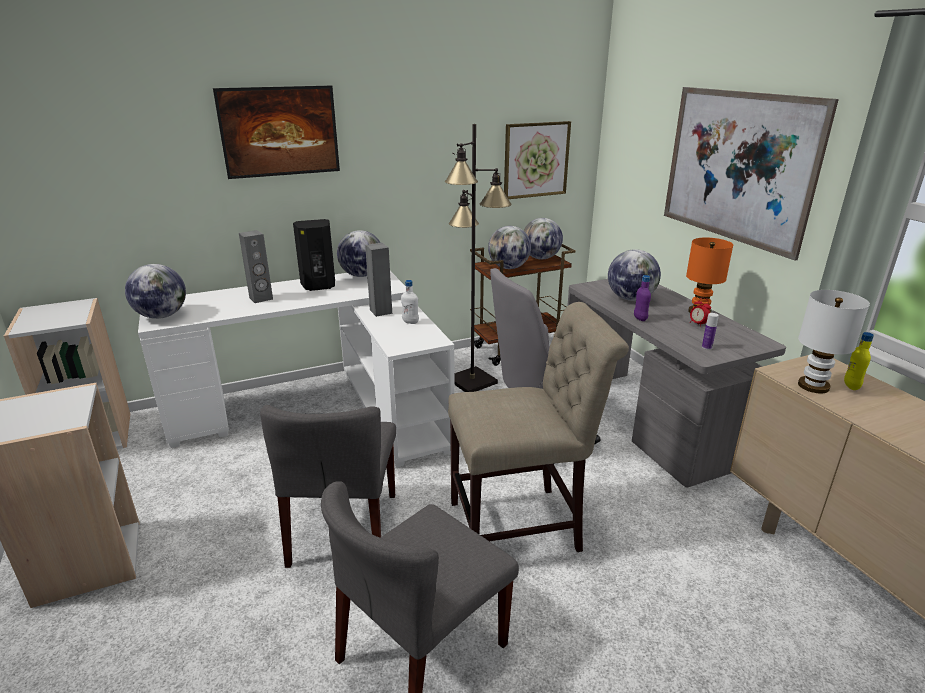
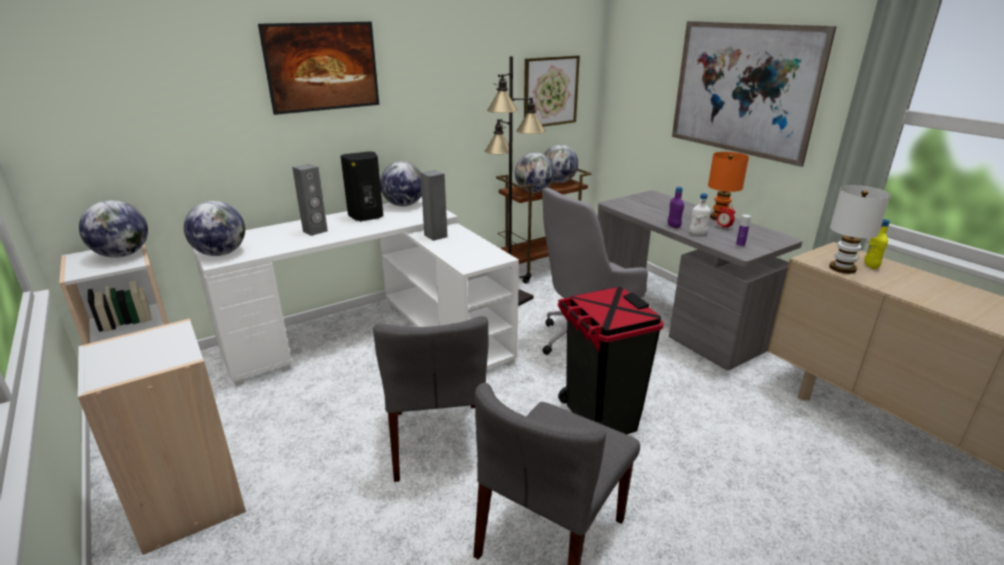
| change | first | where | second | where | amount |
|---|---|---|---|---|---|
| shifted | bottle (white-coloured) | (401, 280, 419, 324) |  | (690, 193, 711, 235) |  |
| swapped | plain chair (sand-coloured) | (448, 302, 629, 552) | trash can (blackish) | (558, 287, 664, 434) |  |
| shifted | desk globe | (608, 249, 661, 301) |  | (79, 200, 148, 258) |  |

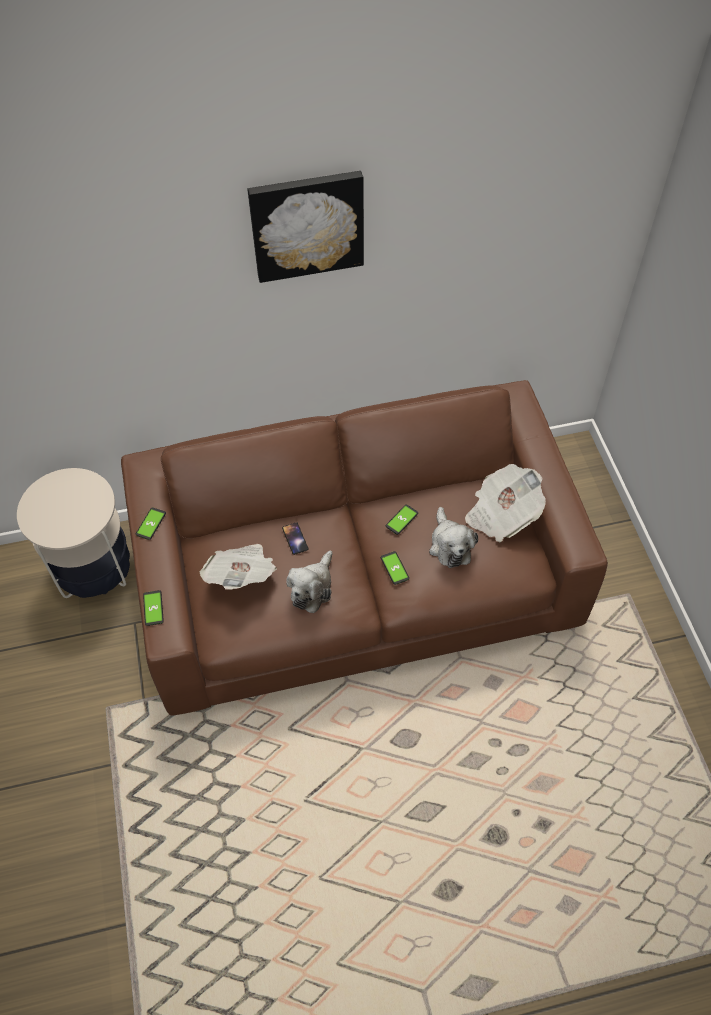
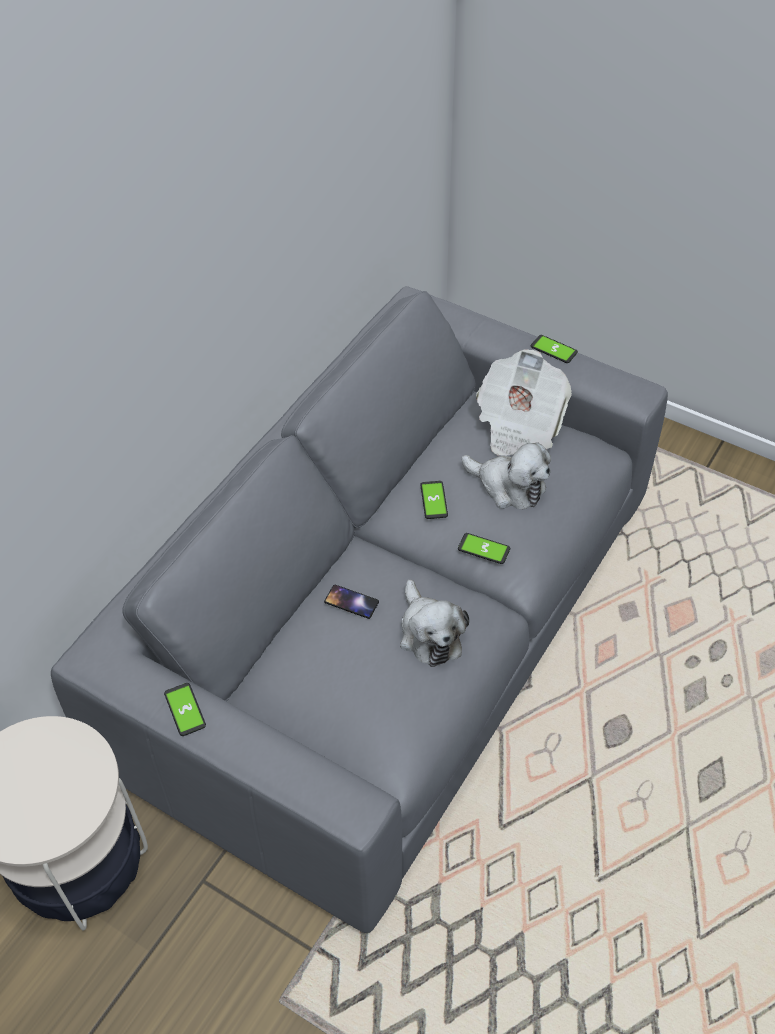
| change | first | where | second | where | amount |
|---|---|---|---|---|---|
| repainted | settee (brown) | (121, 380, 608, 715) | settee (greyish) | (51, 286, 668, 933) |  |
| shifted | phone | (143, 590, 164, 626) |  | (531, 335, 578, 363) |  |
| gone | daily paper | (200, 544, 277, 590) |  |  |  |
| gone | wall art | (247, 171, 364, 283) |  |  |  |

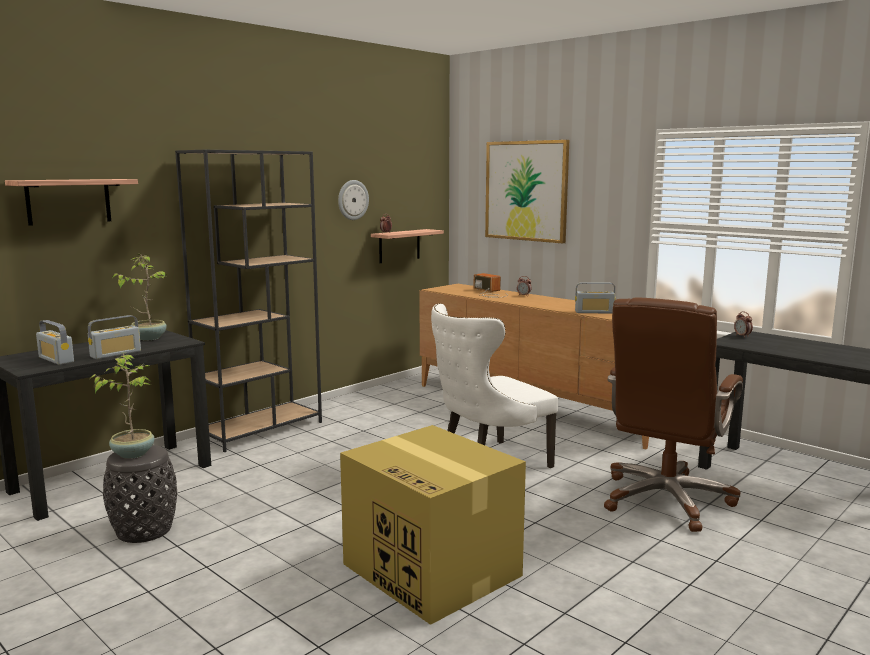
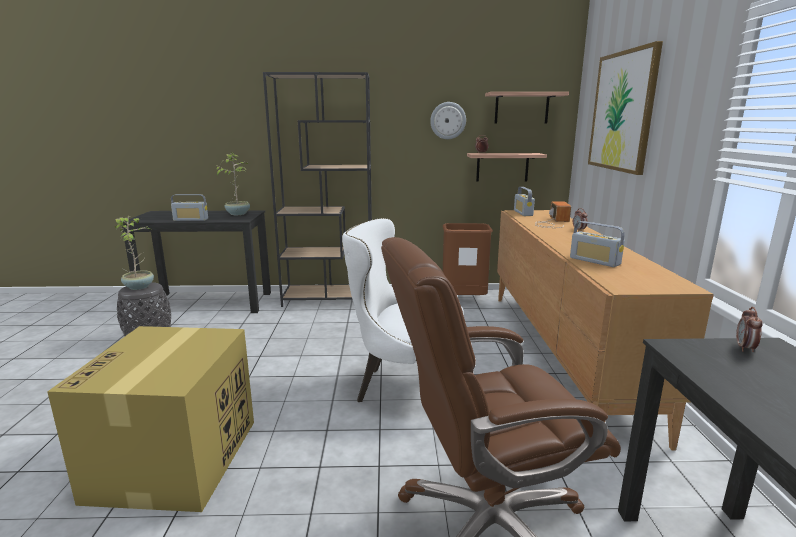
| change | first | where | second | where | amount |
|---|---|---|---|---|---|
| shifted | wall shelf | (5, 179, 138, 226) |  | (485, 92, 569, 123) |  |
| shifted | radio | (36, 320, 74, 365) |  | (514, 187, 535, 216) |  |
| new |  |  | trash can (brown) | (443, 223, 493, 295) |  |

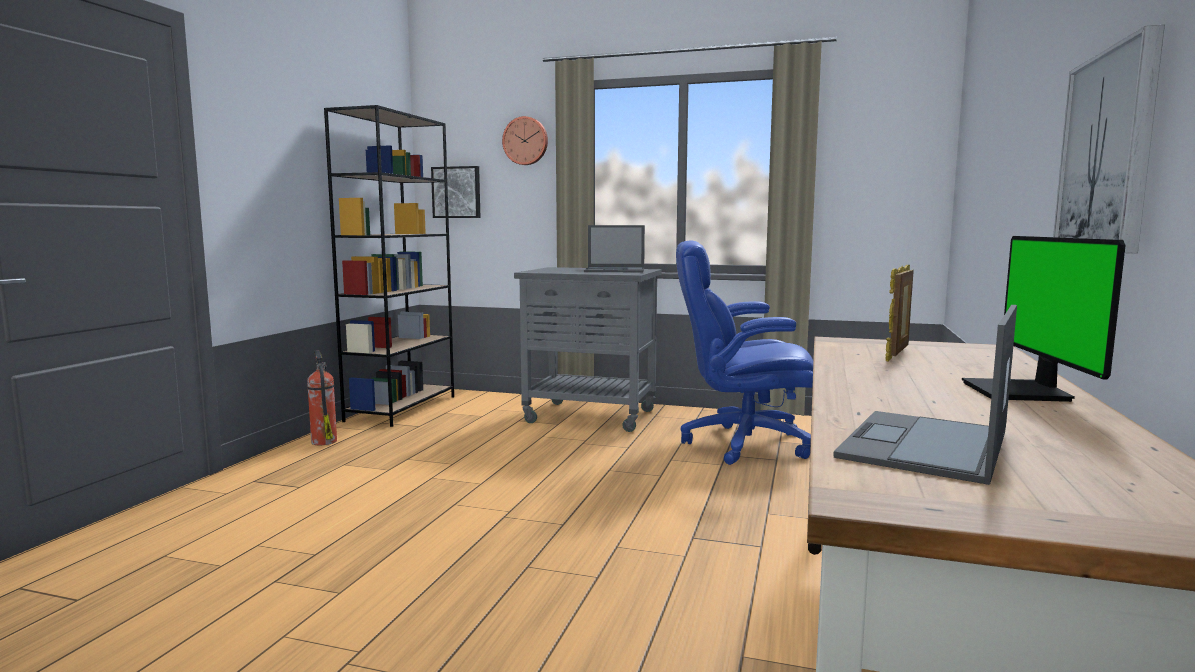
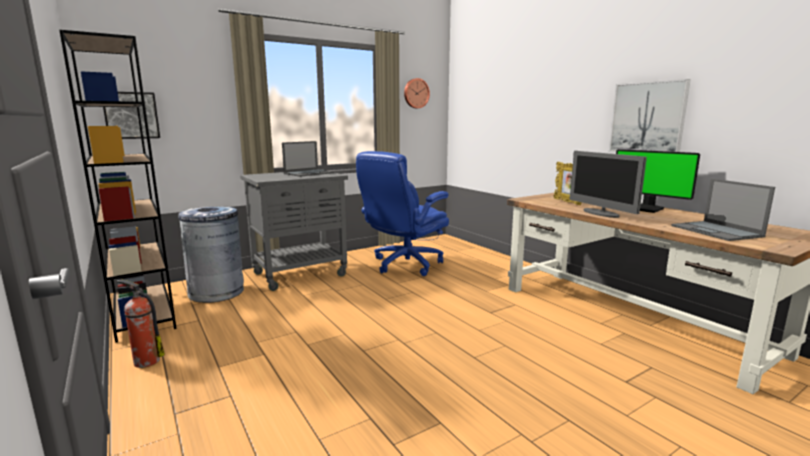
| change | first | where | second | where | amount |
|---|---|---|---|---|---|
| shifted | wall clock | (502, 116, 548, 165) |  | (404, 78, 430, 108) |  |
| new |  |  | trash can (greyish) | (178, 207, 244, 303) |  |
| new |  |  | computer display | (570, 151, 647, 218) |  |

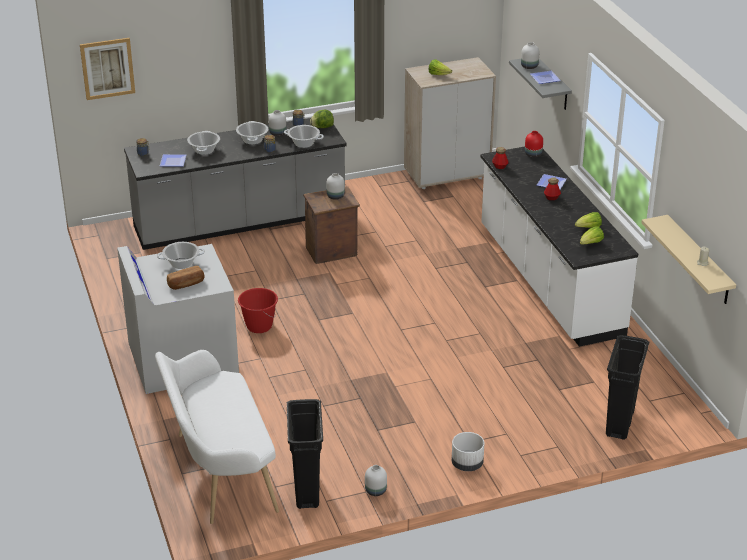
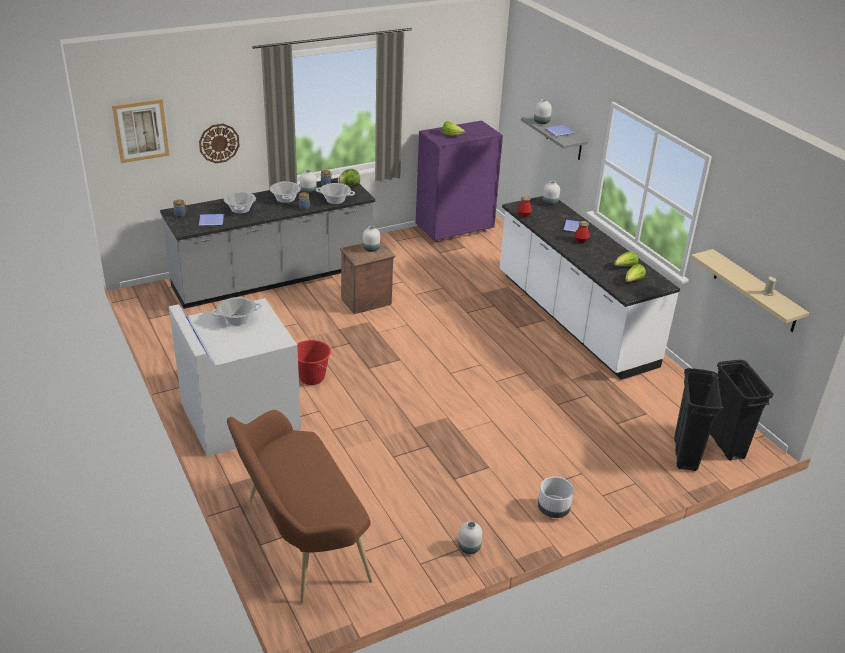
| change | first | where | second | where | amount |
|---|---|---|---|---|---|
| repainted | long seat (white-coloured) | (155, 350, 279, 524) | long seat (brown) | (227, 410, 373, 603) |  |
| gone | bread | (167, 266, 204, 290) |  |  |  |
| shifted | trash can (blackish) | (287, 399, 323, 509) |  | (710, 360, 774, 461) |  |
| repainted | cabinet (sand-coloured) | (404, 57, 496, 189) | cabinet (purplish) | (416, 120, 503, 242) |  |
| repainted | flower vase (red) | (525, 131, 543, 157) | flower vase (white-coloured) | (542, 181, 560, 206) |  |
| new |  |  | wall clock | (199, 124, 240, 163) |  |

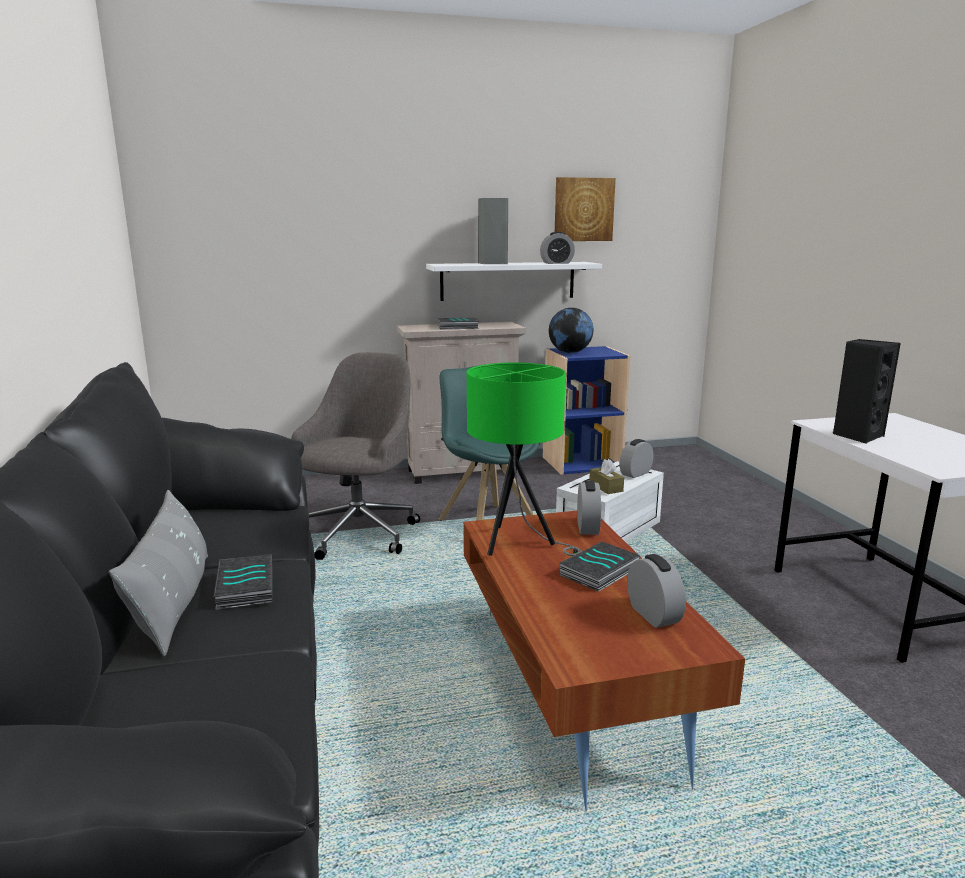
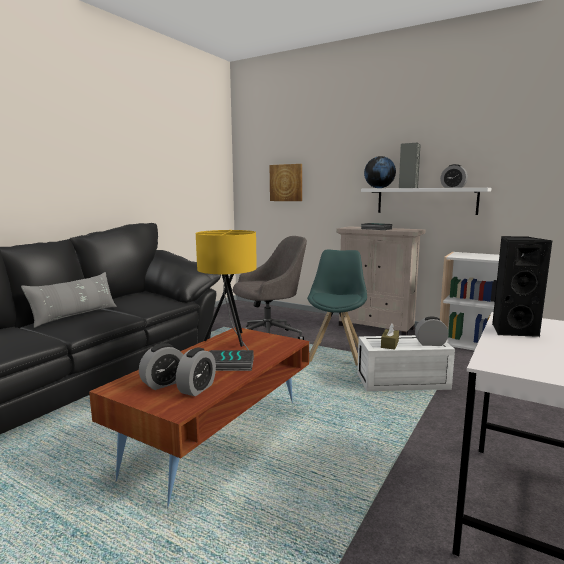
| change | first | where | second | where | amount |
|---|---|---|---|---|---|
| gone | book | (214, 554, 272, 610) |  |  |  |
| repainted | tabletop lamp (greenish) | (467, 362, 582, 556) | tabletop lamp (yellow) | (196, 230, 257, 350) |  |
| repainted | shelving unit (blue-coloured) | (543, 346, 631, 475) | shelving unit (white-coloured) | (440, 252, 499, 351) |  |
| shifted | desk globe | (549, 308, 593, 353) |  | (364, 156, 396, 188) |  |
| shifted | wall art | (555, 177, 616, 241) |  | (270, 164, 302, 201) |  |
| shifted | alarm clock | (577, 480, 601, 535) |  | (139, 343, 183, 390) |  |

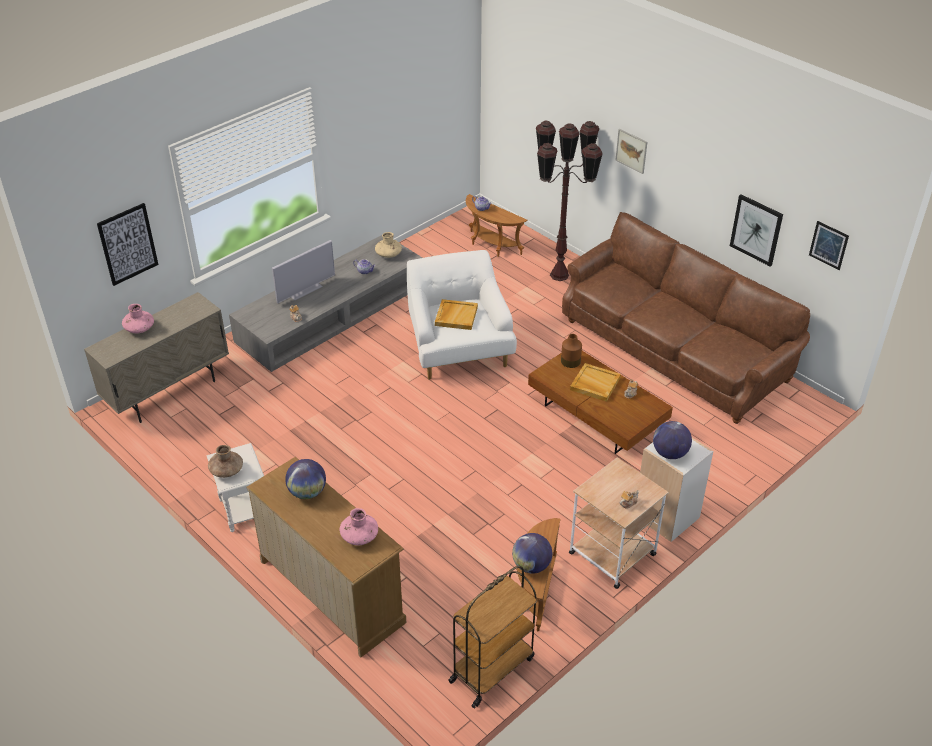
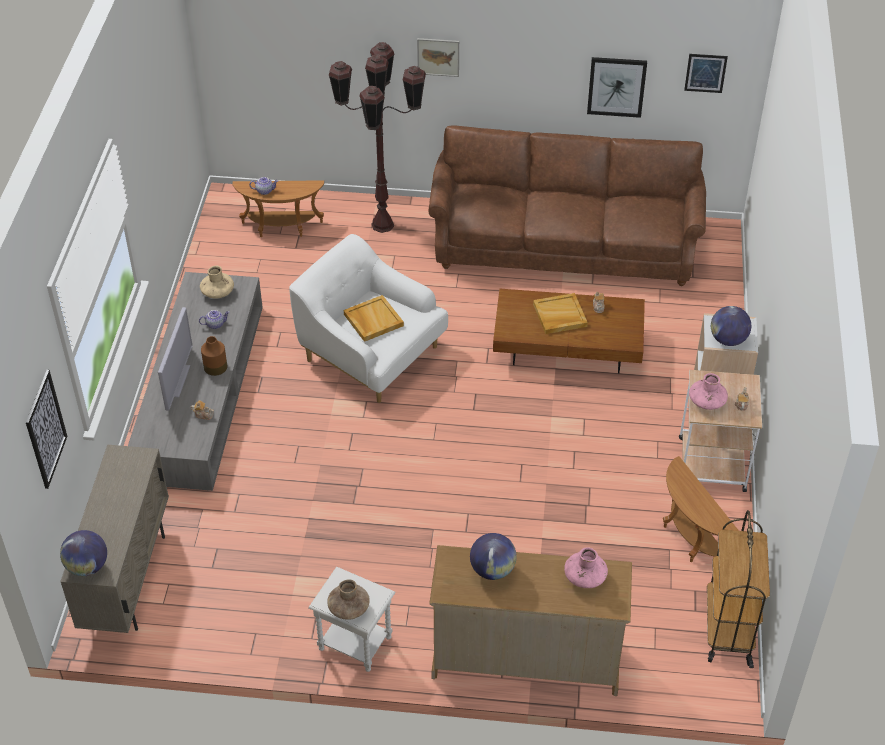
| change | first | where | second | where | amount |
|---|---|---|---|---|---|
| shifted | flower vase (pink) | (122, 304, 154, 333) |  | (689, 373, 728, 410) |  |
| shifted | desk globe | (512, 533, 552, 574) |  | (60, 530, 107, 576) |  |
| shifted | flower vase (brown) | (561, 334, 582, 368) |  | (201, 336, 227, 376) |  |

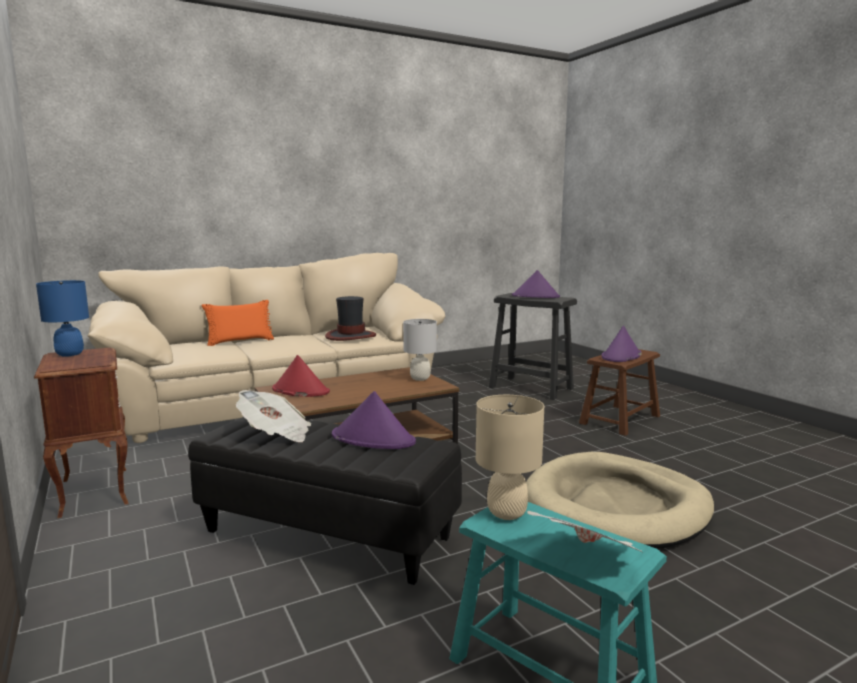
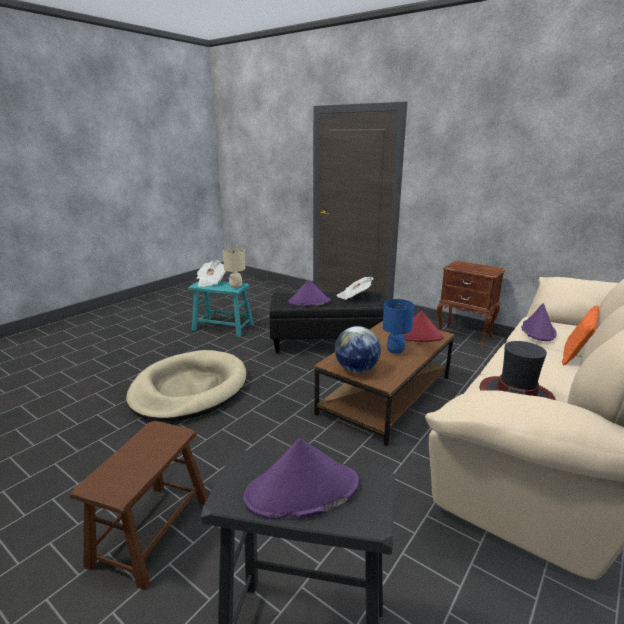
| change | first | where | second | where | amount |
|---|---|---|---|---|---|
| shifted | tabletop lamp (blue-coloured) | (36, 280, 89, 357) |  | (383, 299, 414, 354) |  |
| swapped | tabletop lamp (greyish) | (403, 319, 437, 381) | desk globe | (335, 326, 381, 373) |  |
| shifted | clothing hat (purplish) | (601, 326, 642, 362) |  | (521, 303, 557, 341) |  |

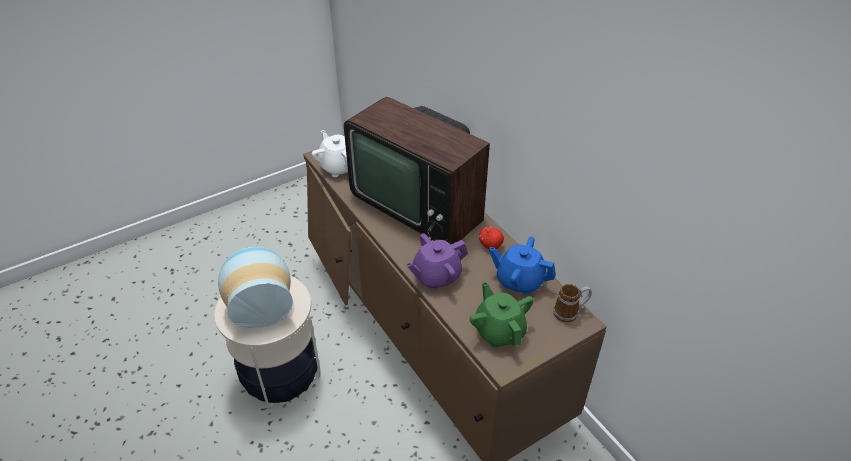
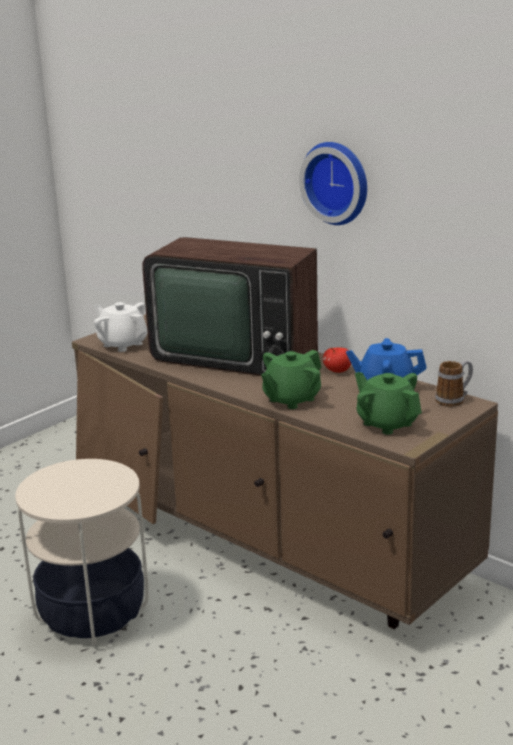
| change | first | where | second | where | amount |
|---|---|---|---|---|---|
| gone | flower vase | (218, 247, 293, 329) |  |  |  |
| repainted | tea pot (purplish) | (406, 233, 468, 290) | tea pot (greenish) | (261, 350, 322, 409) |  |
| new |  |  | wall clock | (299, 142, 367, 225) |  |

